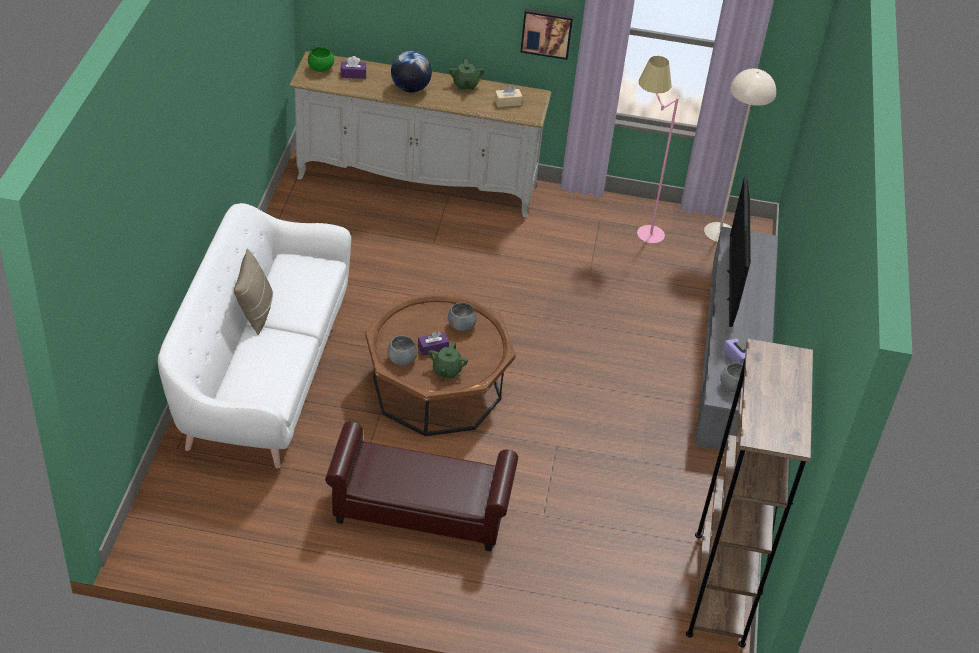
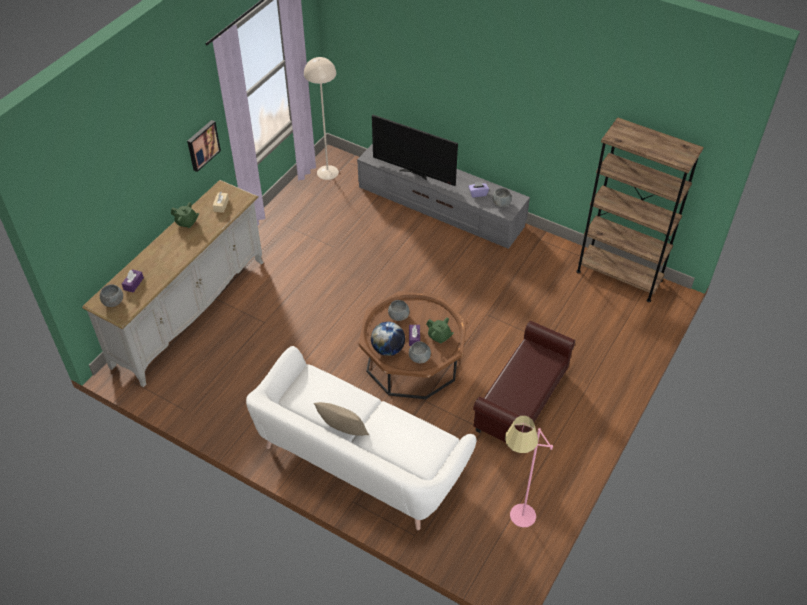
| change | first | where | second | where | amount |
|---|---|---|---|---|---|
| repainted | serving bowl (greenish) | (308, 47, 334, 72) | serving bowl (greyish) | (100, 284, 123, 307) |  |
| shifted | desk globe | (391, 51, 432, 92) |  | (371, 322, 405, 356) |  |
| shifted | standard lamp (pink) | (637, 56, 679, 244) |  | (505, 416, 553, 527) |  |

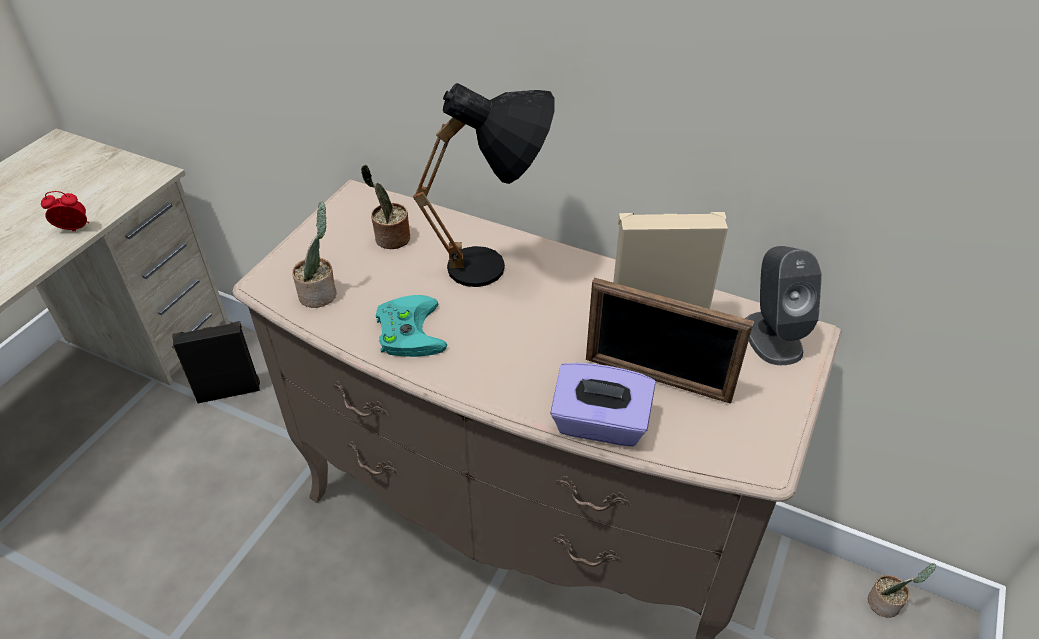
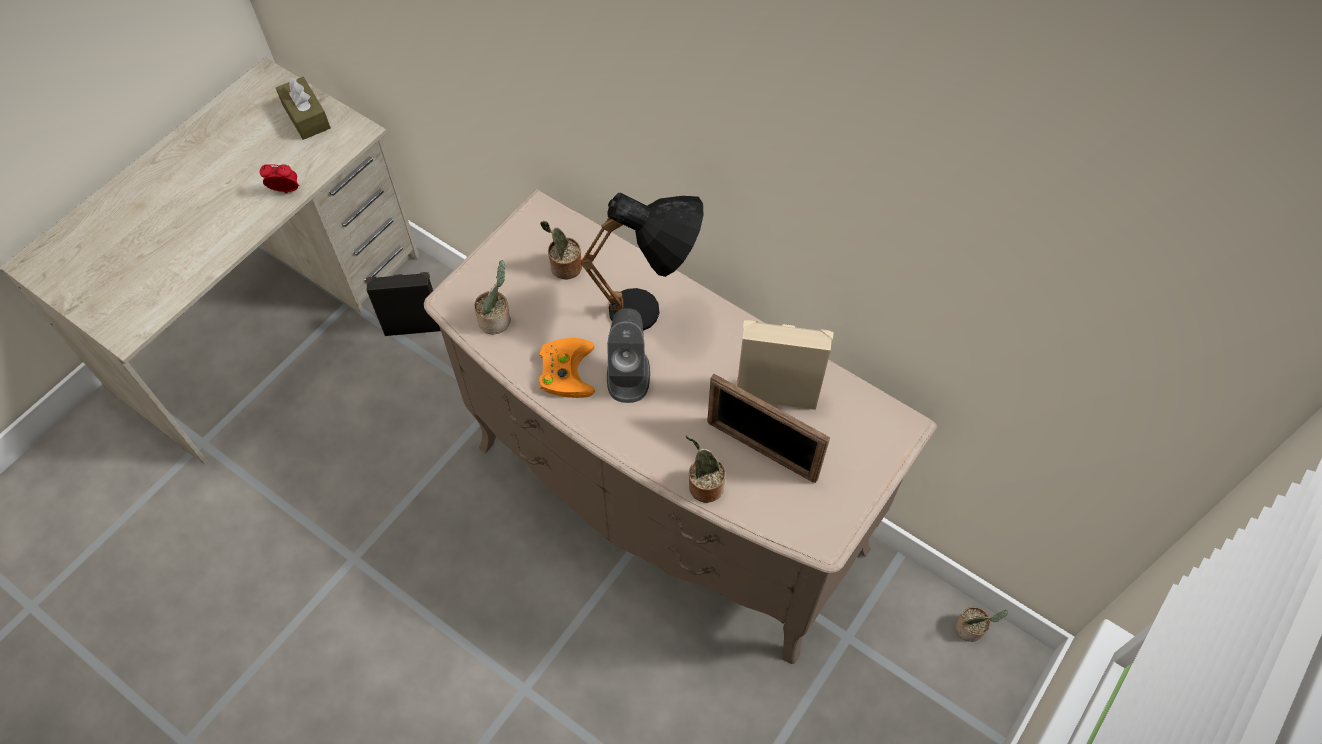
| change | first | where | second | where | amount |
|---|---|---|---|---|---|
| repainted | gamepad (turquoise) | (376, 295, 447, 357) | gamepad (orange) | (539, 338, 595, 398) |  |
| swapped | tissue box (purplish) | (550, 363, 655, 447) | houseplant | (686, 435, 726, 503) |  |
| shifted | speaker (greyish) | (745, 246, 822, 365) |  | (607, 308, 650, 403) |  |
| new |  |  | tissue box (brown) | (276, 77, 331, 140) |  |

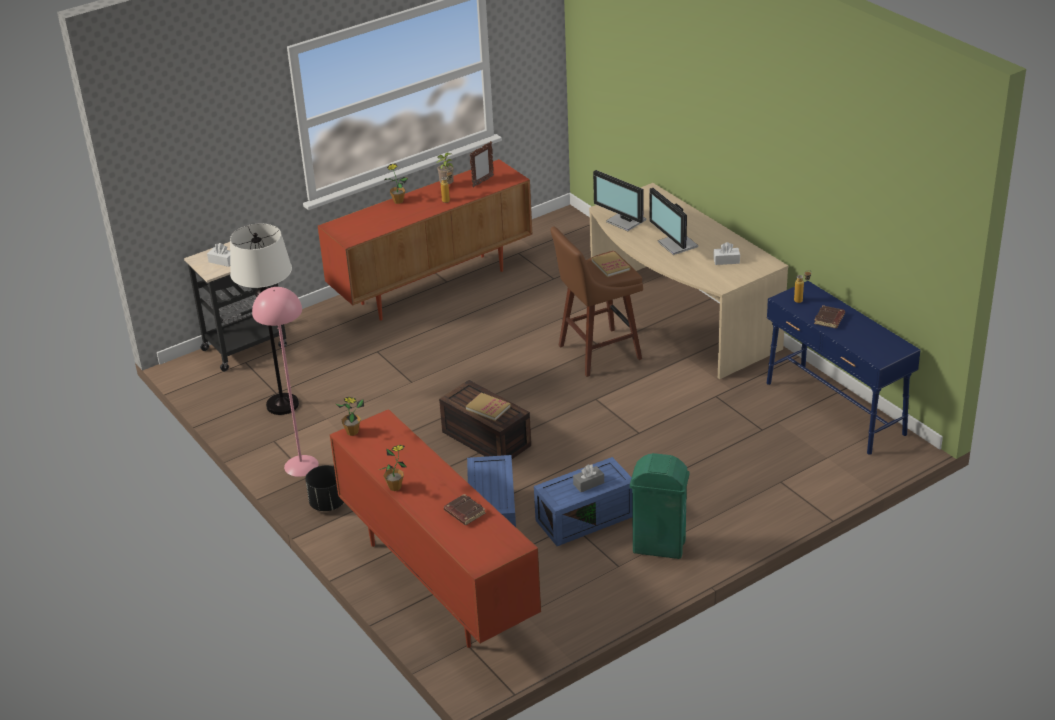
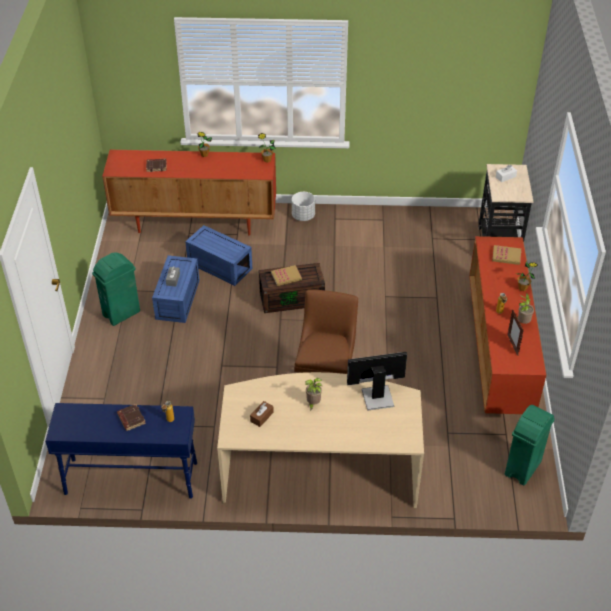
| change | first | where | second | where | amount |
|---|---|---|---|---|---|
| gone | standard lamp (white-coloured) | (230, 224, 299, 415) |  |  |  |
| gone | standard lamp (pink) | (252, 287, 319, 477) |  |  |  |
| repainted | planter (blackish) | (305, 465, 344, 511) | planter (white-coloured) | (292, 192, 315, 221) |  |
| shifted | book | (592, 251, 631, 277) |  | (492, 245, 521, 265) |  |
| swapped | computer display | (650, 188, 698, 255) | houseplant | (305, 378, 322, 410) |  |
| repainted | tissue box (white-coloured) | (713, 242, 740, 265) | tissue box (brown) | (250, 401, 274, 427) |  |
| new |  |  | trash can (greenish) | (505, 405, 555, 486) |  |

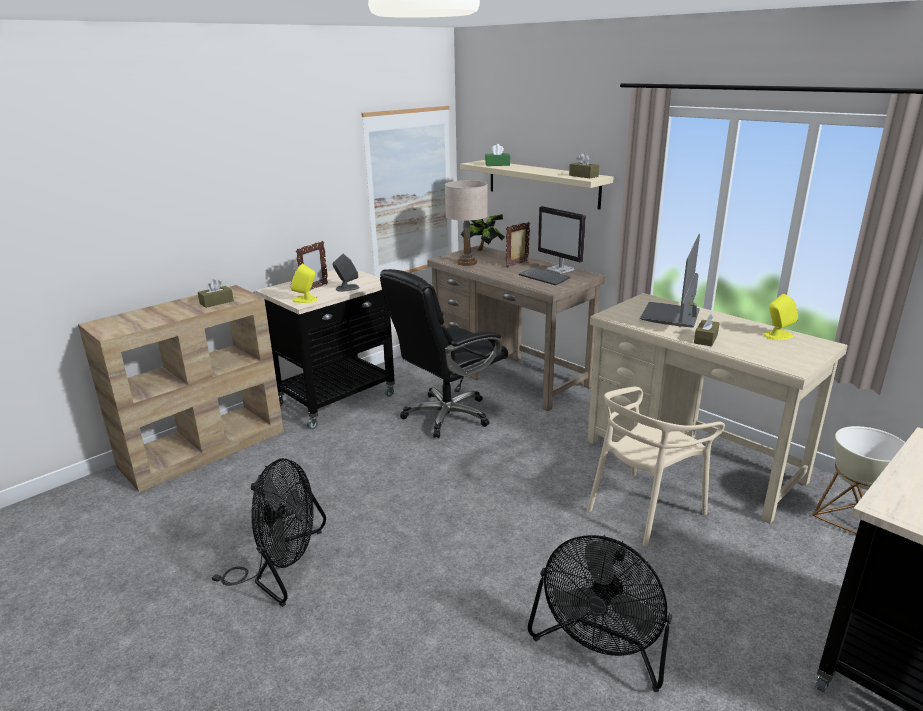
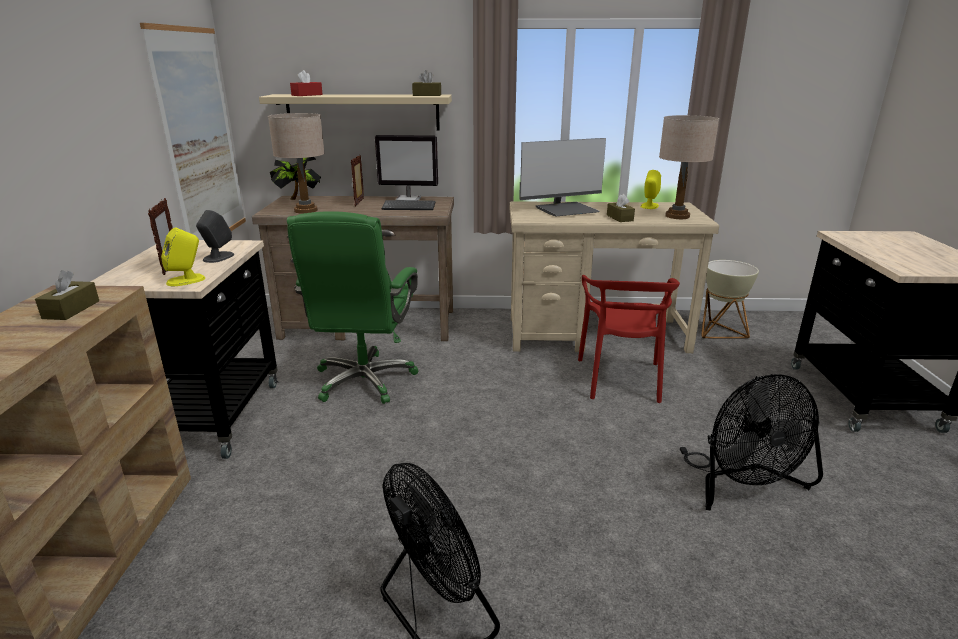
| change | first | where | second | where | amount |
|---|---|---|---|---|---|
| repainted | computer chair (blackish) | (380, 269, 508, 438) | computer chair (greenish) | (287, 211, 419, 404) |  |
| repainted | tissue box (greenish) | (485, 144, 510, 166) | tissue box (red) | (290, 70, 323, 96) |  |
| repainted | plain chair (sand-coloured) | (587, 387, 725, 546) | plain chair (red) | (578, 275, 680, 403) |  |
| rotated | computer display | (640, 234, 700, 328) |  | (519, 138, 606, 216) | 90 degrees counterclockwise |
| new |  |  | tabletop lamp (sand-coloured) | (659, 115, 719, 219) |  |

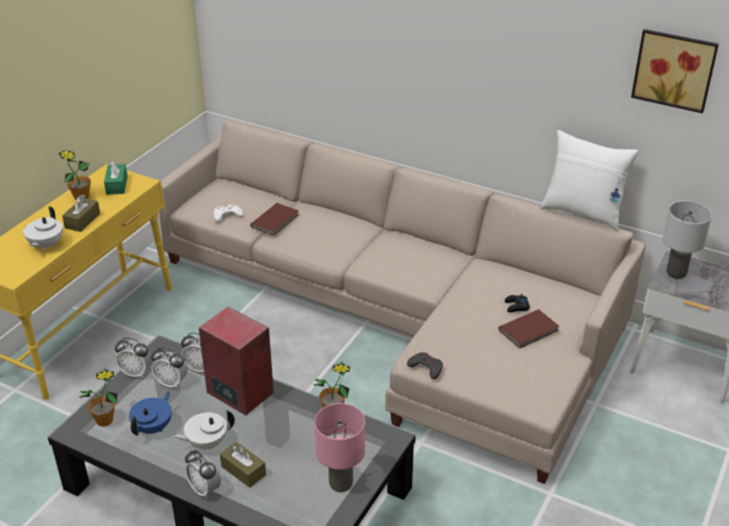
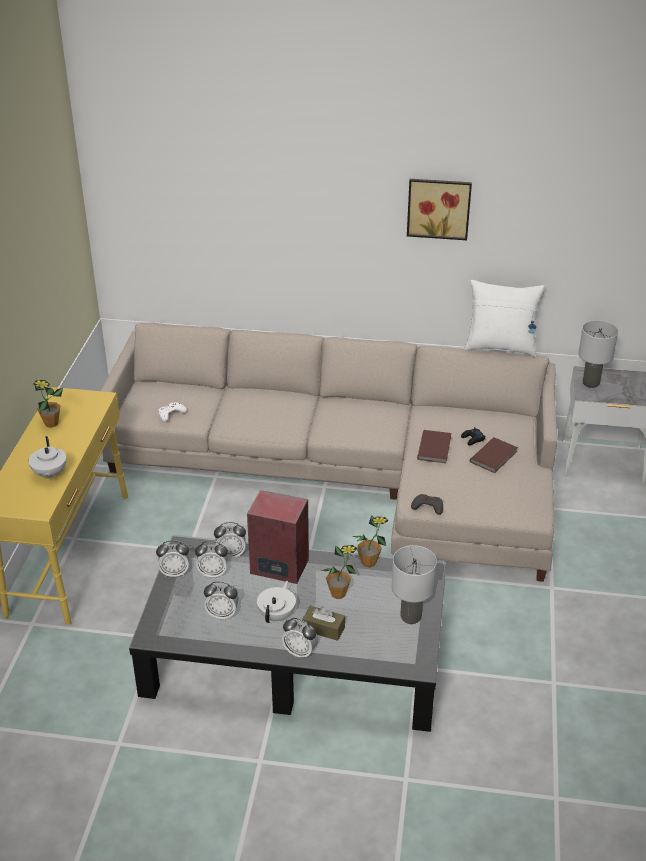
| change | first | where | second | where | amount |
|---|---|---|---|---|---|
| gone | tissue box (brown) | (62, 194, 100, 232) |  |  |  |
| shifted | houseplant | (79, 368, 118, 427) |  | (321, 545, 357, 599) |  |
| gone | tissue box (greenish) | (104, 160, 128, 195) |  |  |  |
| swapped | tea pot (blue-coloured) | (129, 392, 172, 435) | alarm clock | (204, 582, 238, 619) |  |
| rotated | tea pot (white-coloured) | (172, 410, 235, 450) |  | (257, 581, 296, 623) | 150 degrees clockwise |
| shifted | book (brown) | (250, 203, 299, 236) |  | (417, 430, 451, 463) |  |
| repainted | tabletop lamp (pink) | (315, 403, 365, 492) | tabletop lamp (white-coloured) | (392, 545, 437, 624) |  |
| shifted | wall art | (631, 29, 719, 113) |  | (407, 179, 472, 240) |  |

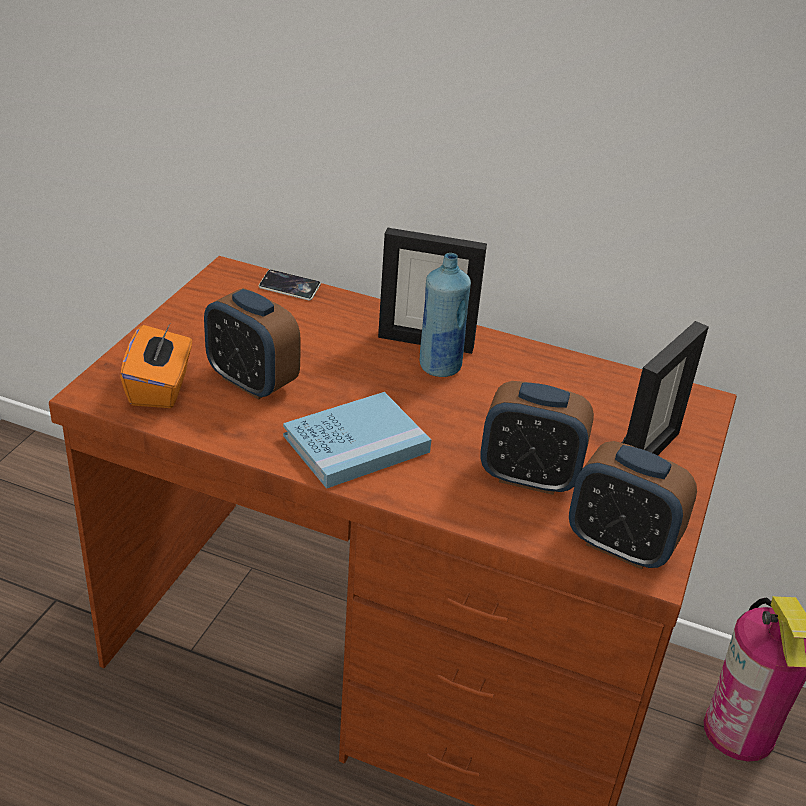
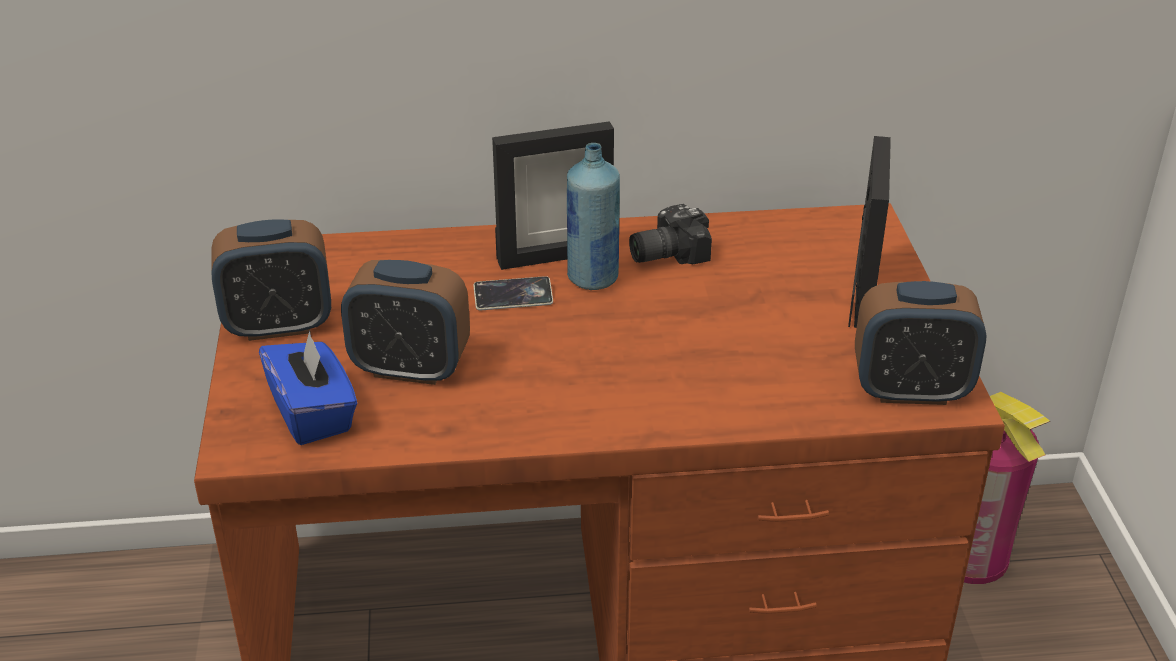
| change | first | where | second | where | amount |
|---|---|---|---|---|---|
| repainted | tissue box (orange) | (120, 324, 192, 408) | tissue box (blue-coloured) | (259, 330, 357, 445) |  |
| shifted | phone | (259, 269, 321, 300) |  | (473, 276, 553, 310) |  |
| gone | book (blue-coloured) | (283, 392, 431, 489) |  |  |  |
| shifted | alarm clock | (480, 381, 594, 495) |  | (212, 219, 331, 341) |  |
| new |  |  | photo camera | (629, 204, 712, 264) |  |

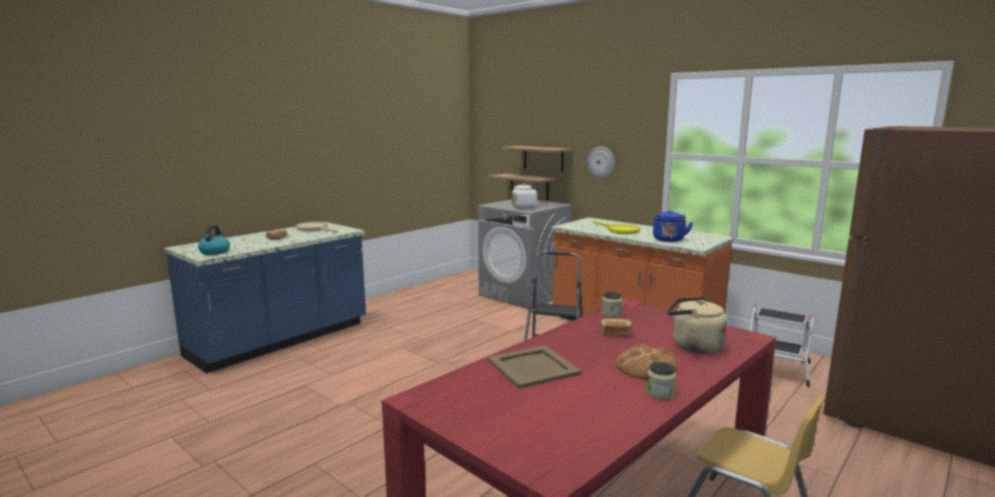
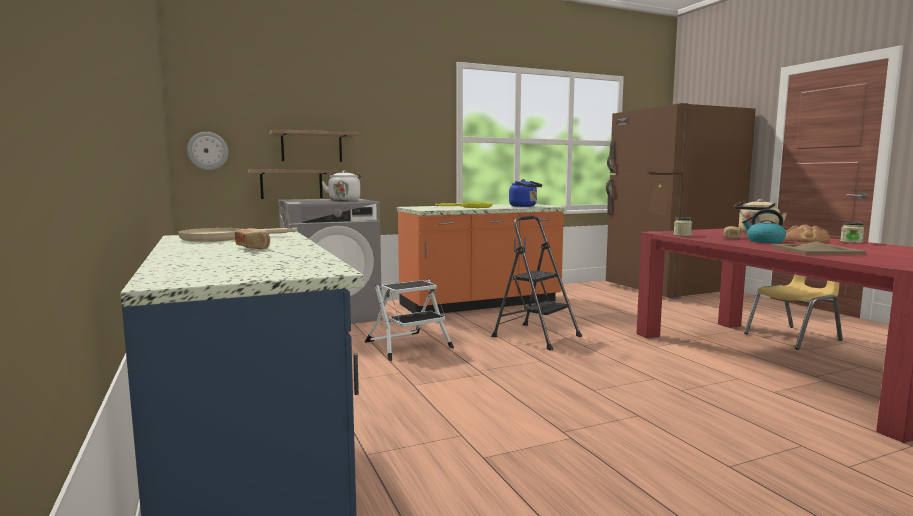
| change | first | where | second | where | amount |
|---|---|---|---|---|---|
| shifted | tea kettle | (198, 225, 230, 255) |  | (742, 209, 786, 243) |  |
| shifted | wall clock | (588, 147, 615, 178) |  | (187, 132, 228, 170) |  |
| shifted | step ladder | (749, 306, 815, 387) |  | (365, 278, 454, 361) |  |

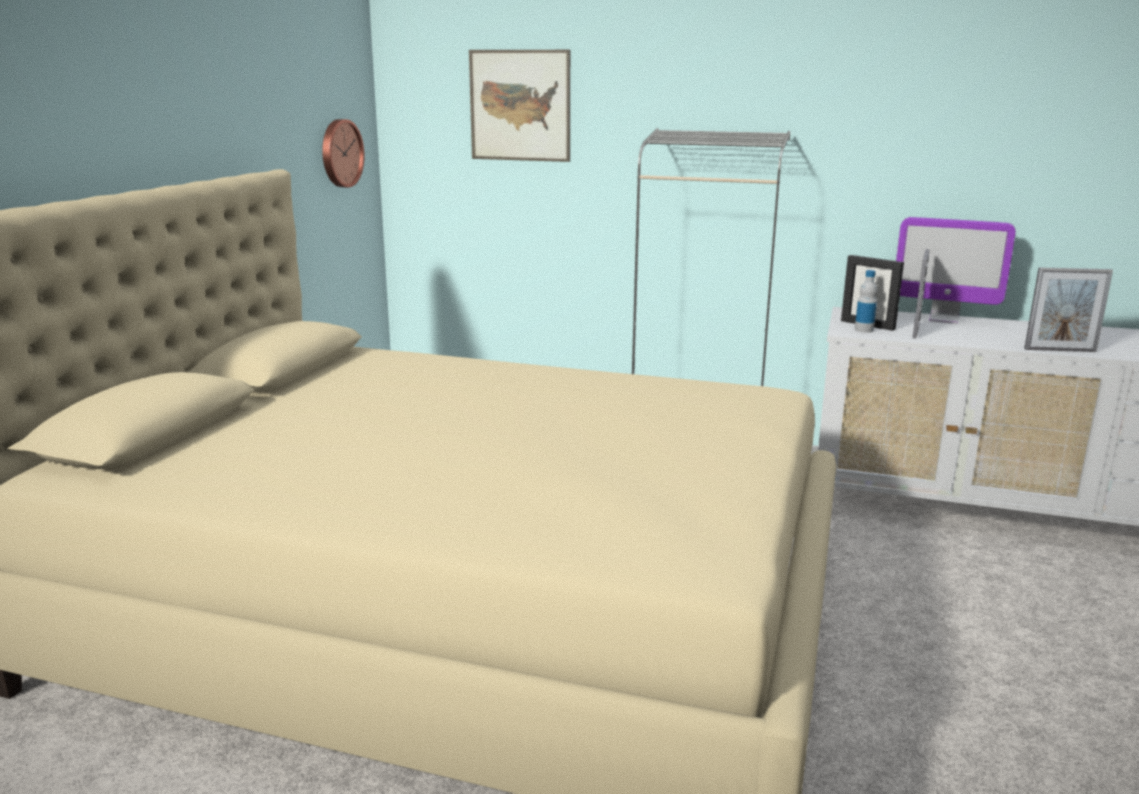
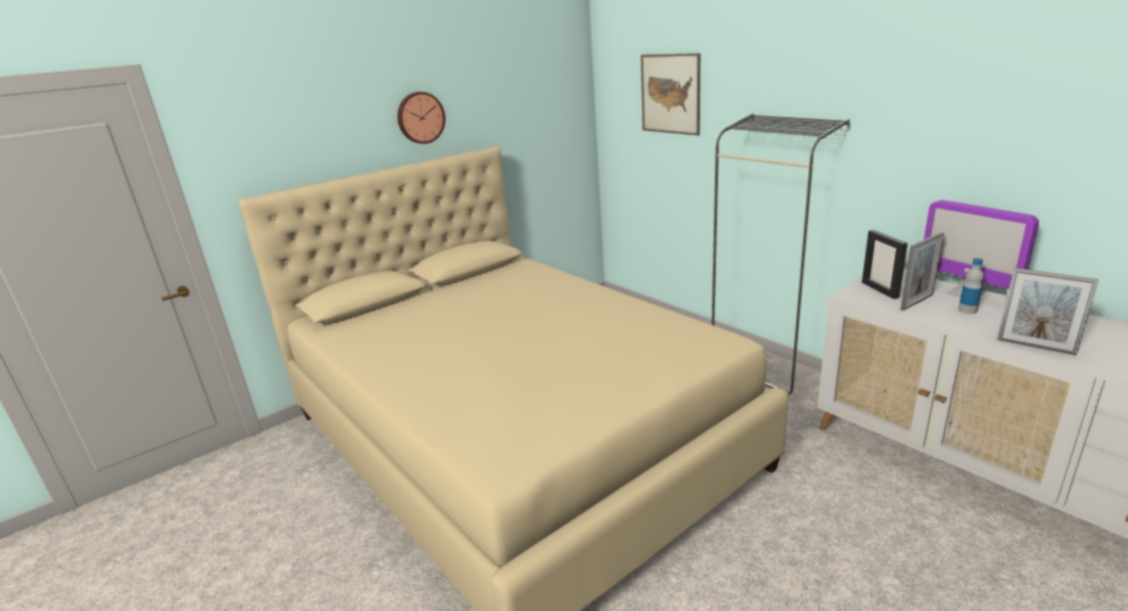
| change | first | where | second | where | amount |
|---|---|---|---|---|---|
| shifted | wall clock | (322, 119, 365, 188) |  | (397, 92, 445, 144) |  |
| shifted | bottle | (855, 270, 877, 333) |  | (958, 258, 984, 314) |  |

